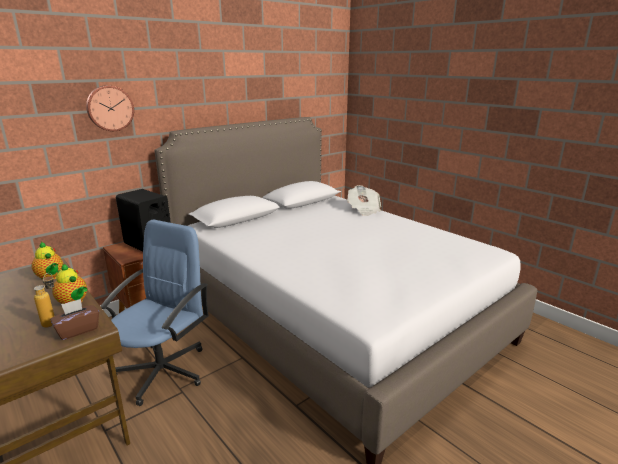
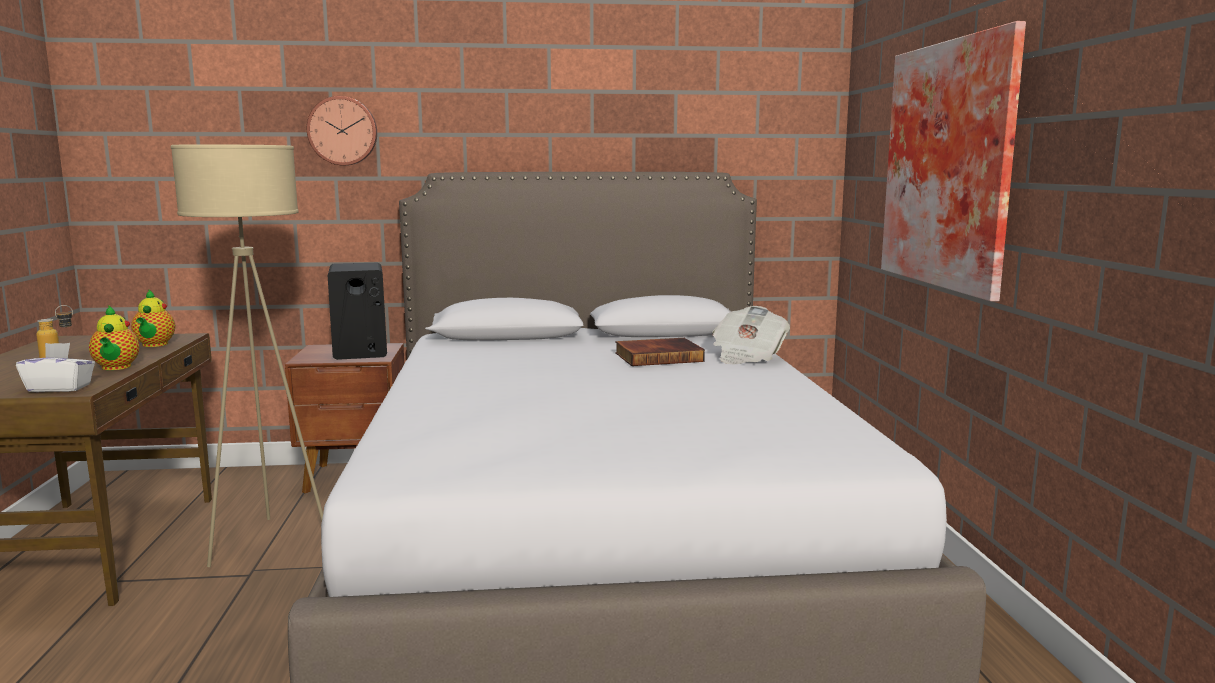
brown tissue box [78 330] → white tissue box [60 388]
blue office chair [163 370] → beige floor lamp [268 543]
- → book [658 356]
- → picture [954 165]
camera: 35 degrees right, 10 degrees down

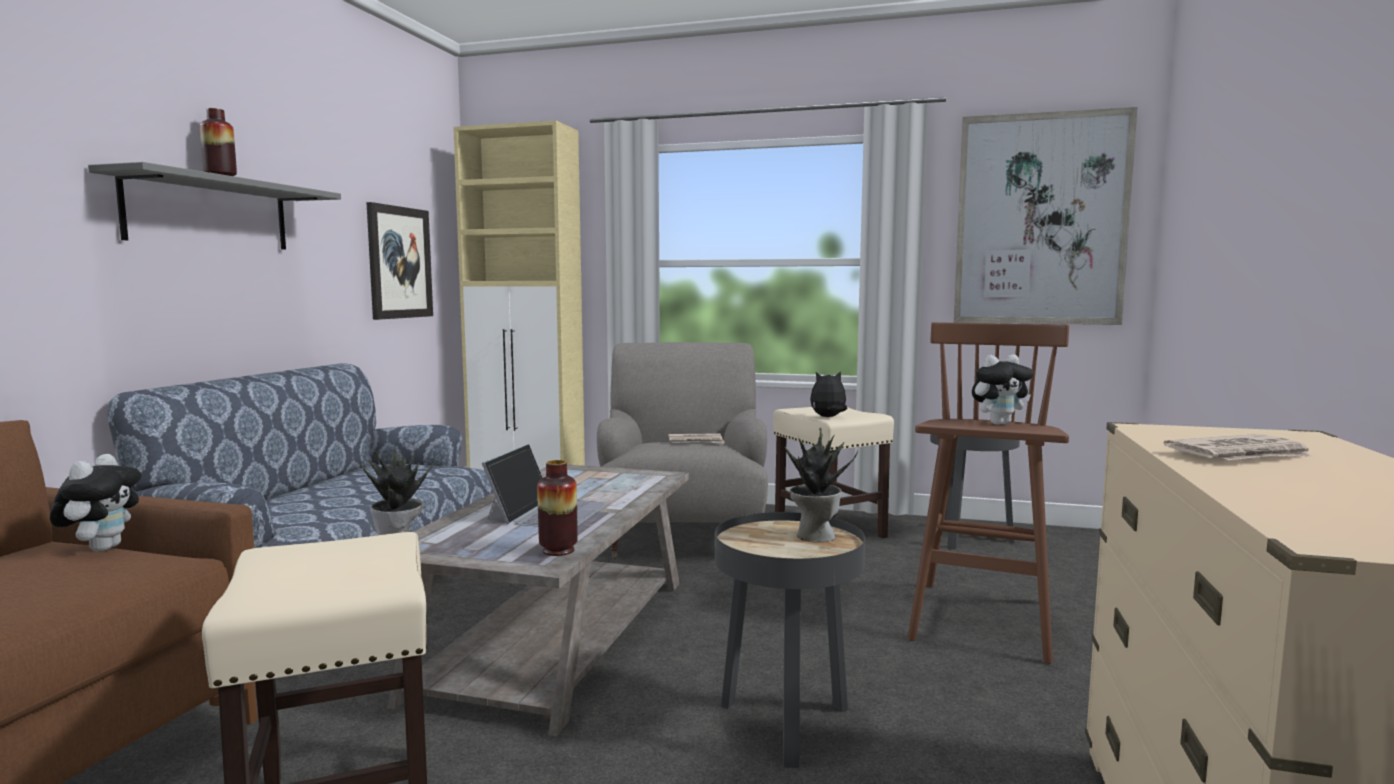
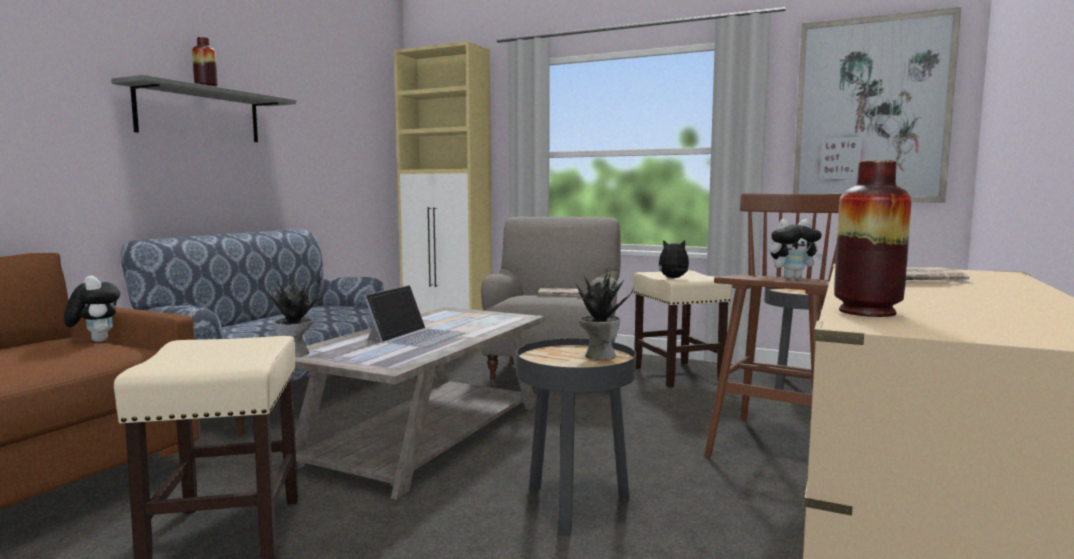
plush toy [102 548] → plush toy [95 341], 45 degrees counterclockwise
vase [558 550] → vase [867 312], shifted
picture [399 262] → -
camera: 10 degrees right, 0 degrees up

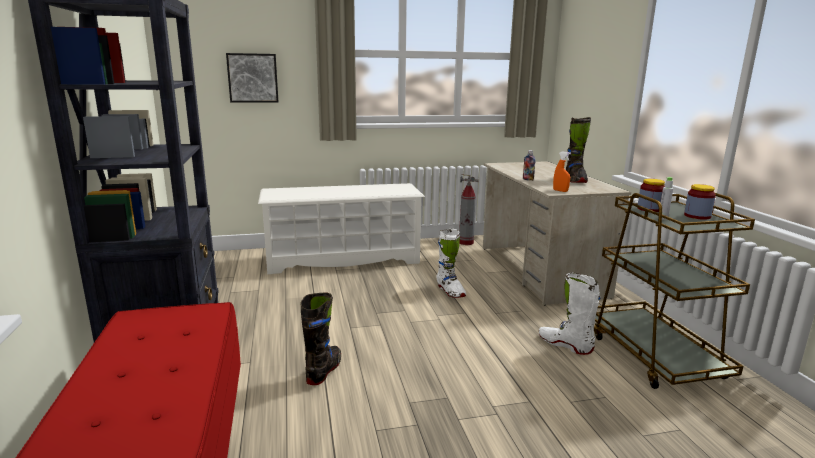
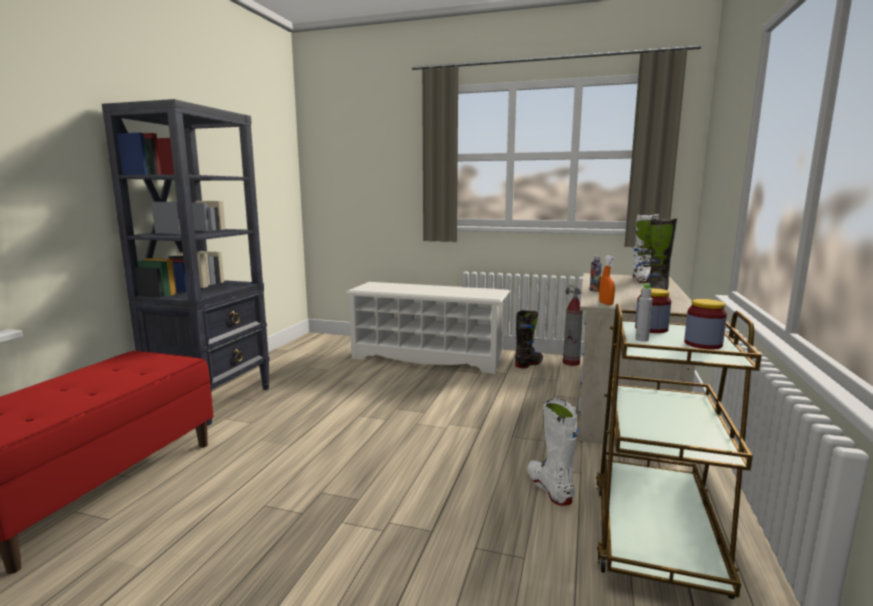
black boot [324 370] → black boot [529 364], shifted
white boot [450 291] → white boot [643 281], shifted
picture [253 78] → -
camera: 30 degrees right, 5 degrees down

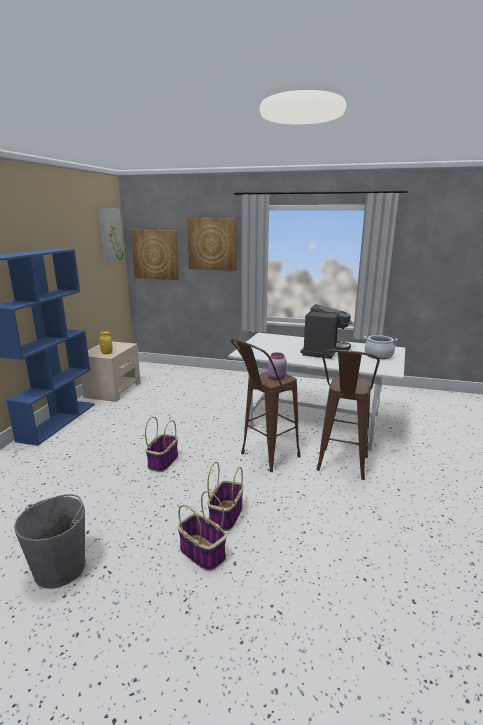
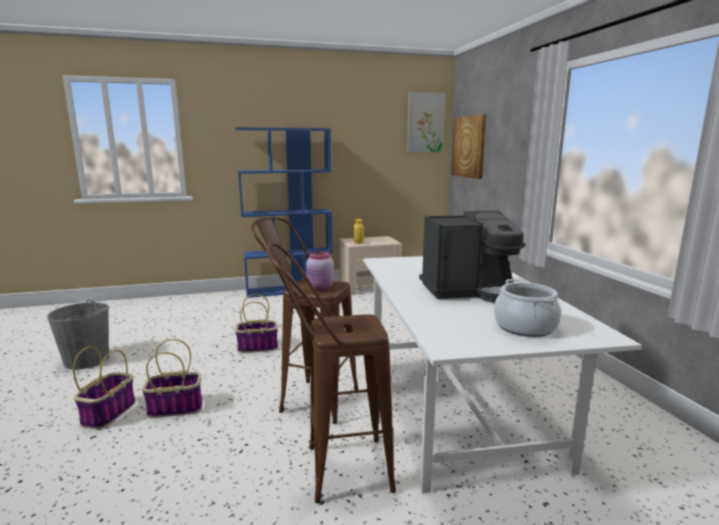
picture [212 244] → -
camera: 60 degrees right, 5 degrees down

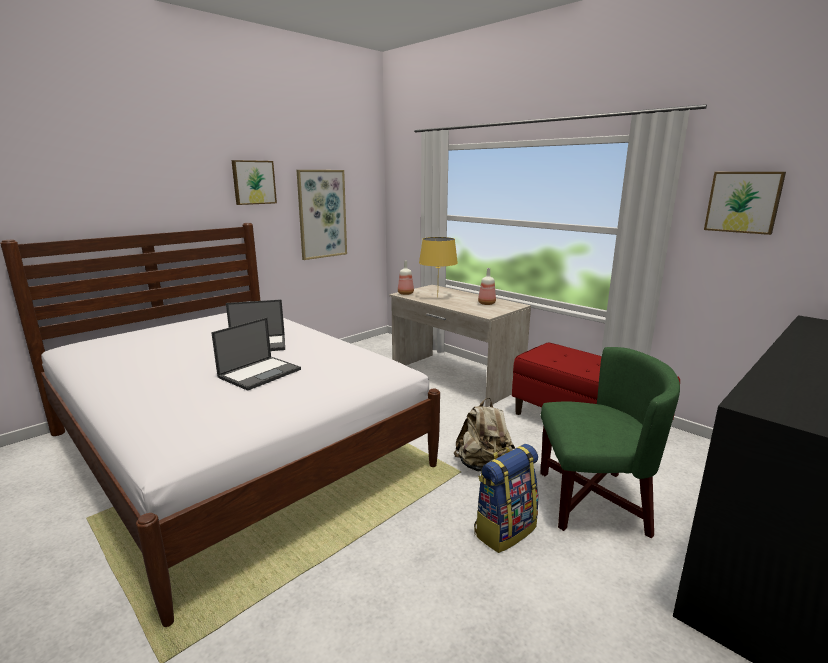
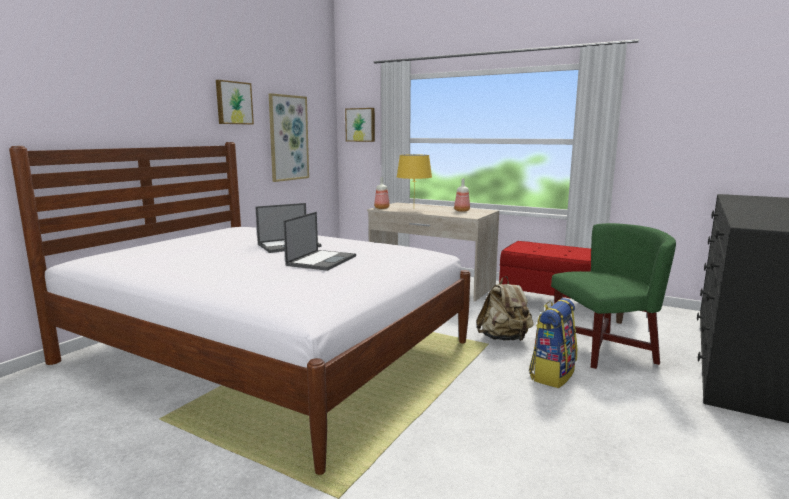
picture [743 202] → picture [361 125], shifted
camera: 15 degrees left, 5 degrees down

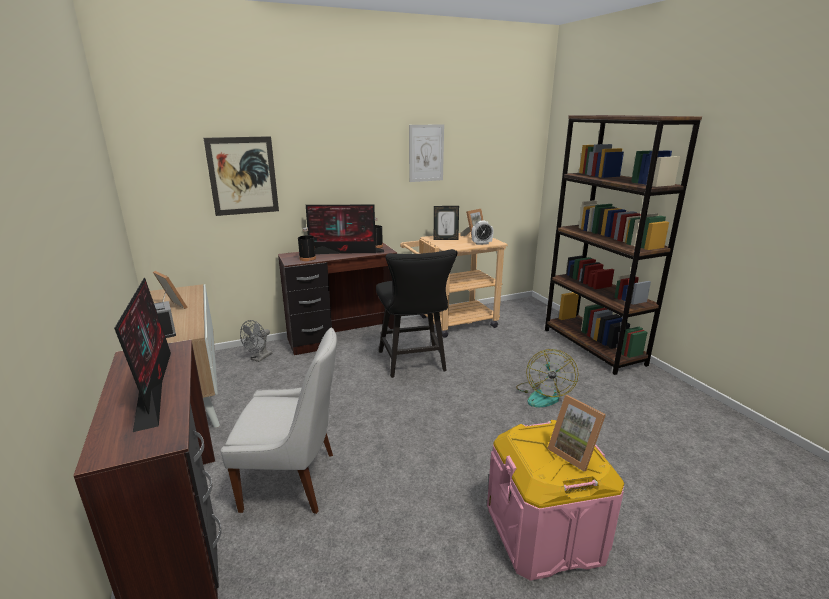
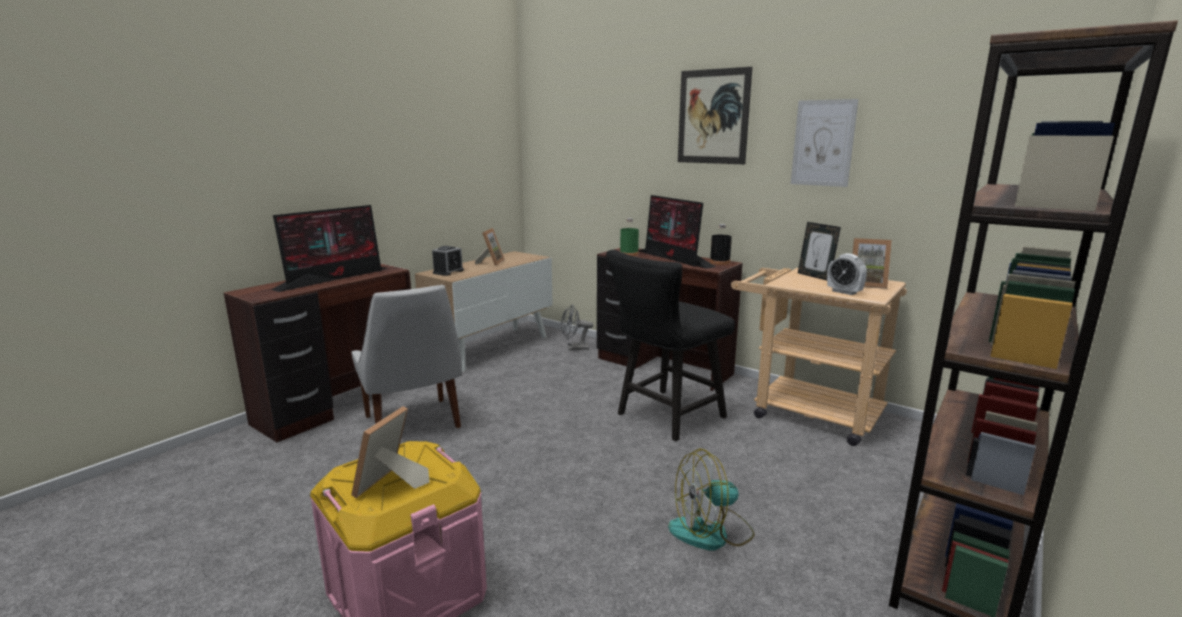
black bottle [307 258] → green bottle [629 254]
picture [243 176] → picture [713 117], shifted
camera: 60 degrees right, 5 degrees down

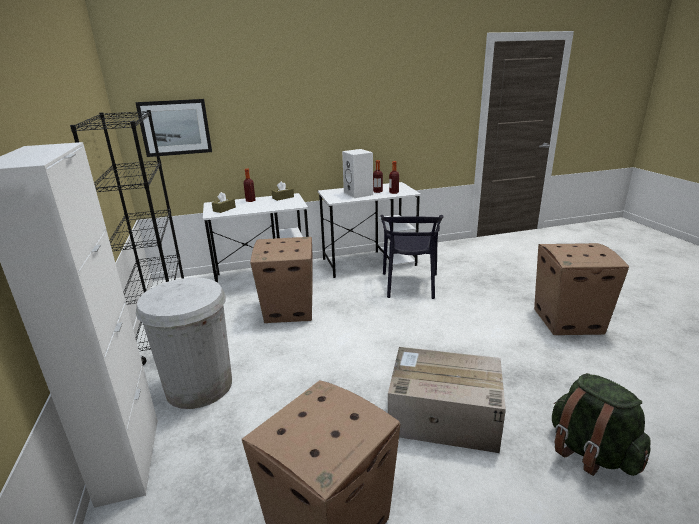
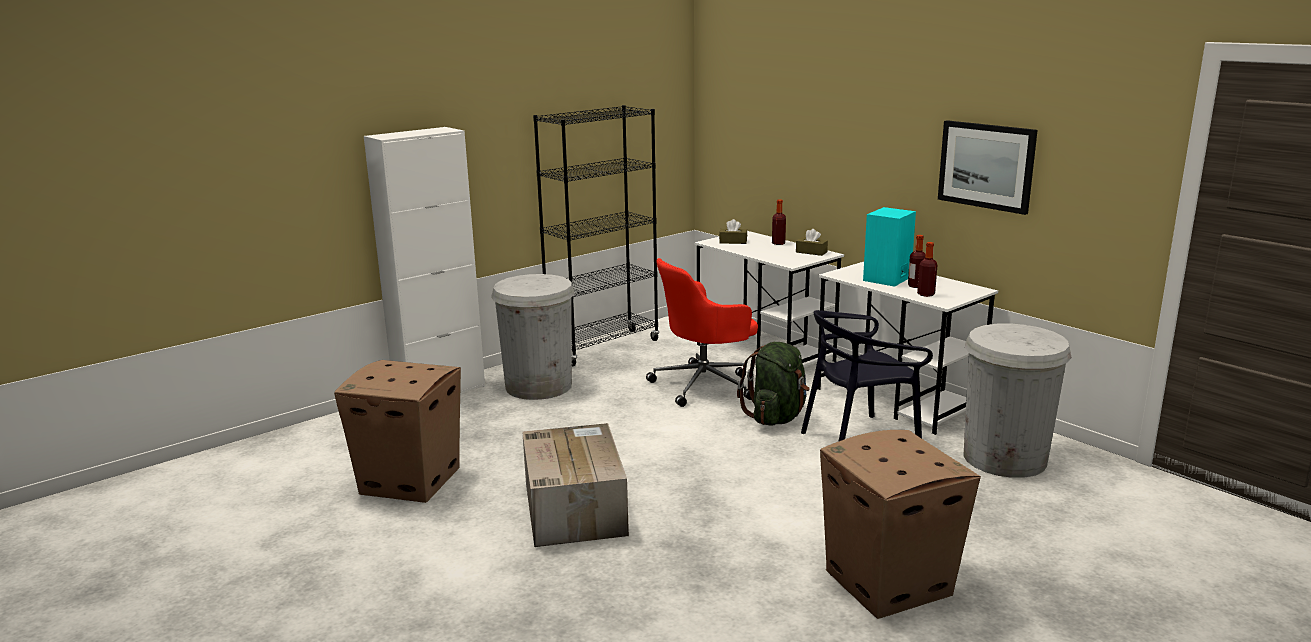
cardboard box [288 310] → red office chair [705 385]
green backpack [590 452] → green backpack [776 417], shifted
white speaker [359 194] → turquoise speaker [887 279]
picture [175 127] → picture [986 166], shifted
- → white trash can [1004 458]
camera: 65 degrees right, 5 degrees down

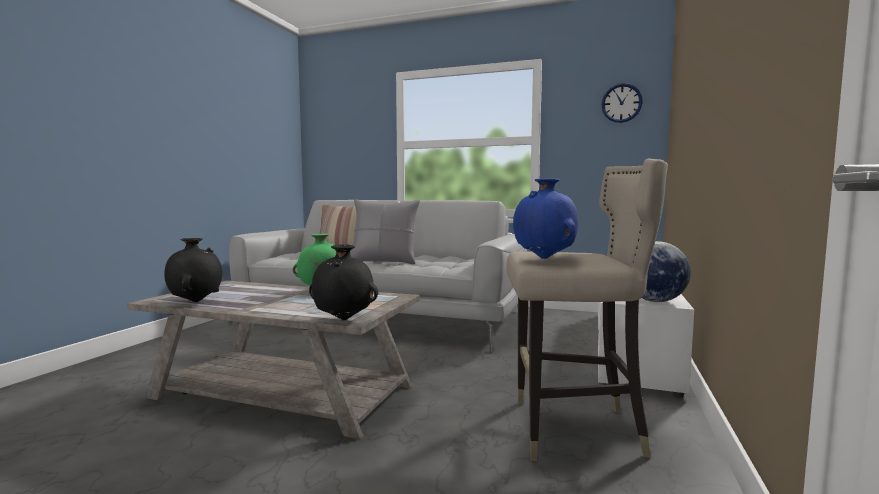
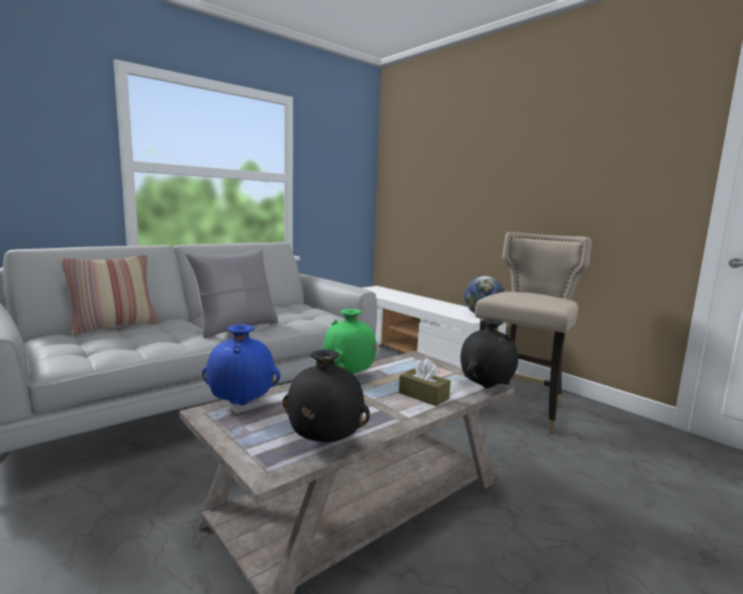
blue vase [544 258] → blue vase [242 403], shifted
- → brown tissue box [423 396]
wall clock [621 103] → -
camera: 60 degrees left, 5 degrees up

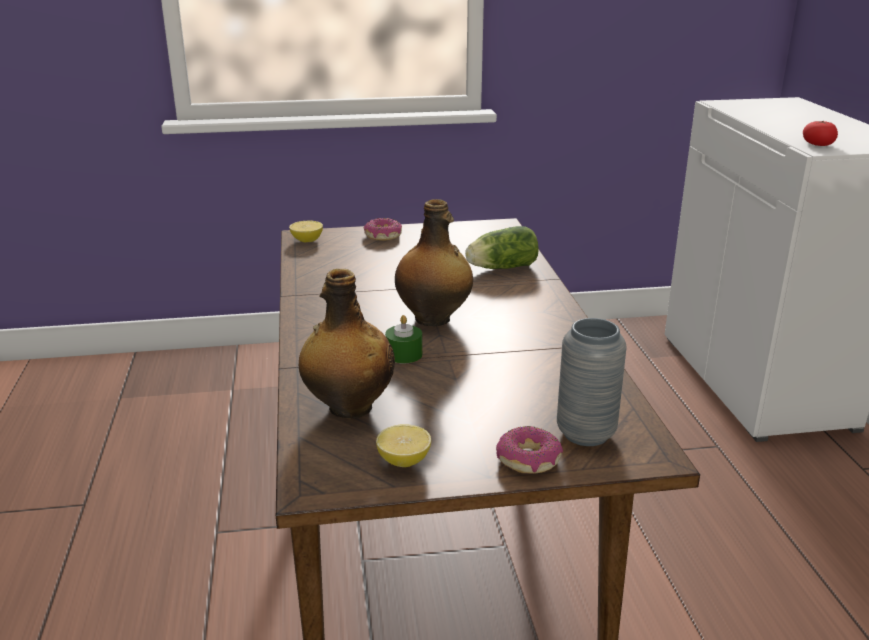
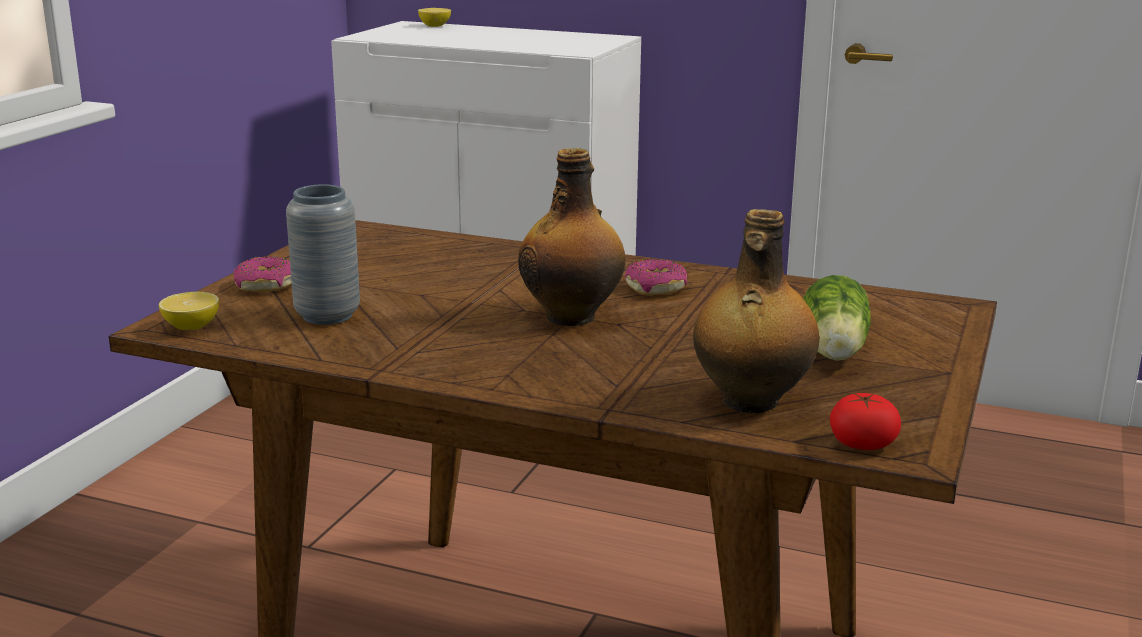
grey vase [585 433] → grey vase [327 316], shifted
lemon [404 461] → lemon [435 26], shifted
donut [529 460] → donut [656 288], shifted
lettuce [500 268] → lettuce [833 353], shifted
tomato [818 144] → tomato [862 444], shifted
green candle [404 354] → -
camera: 60 degrees left, 5 degrees down

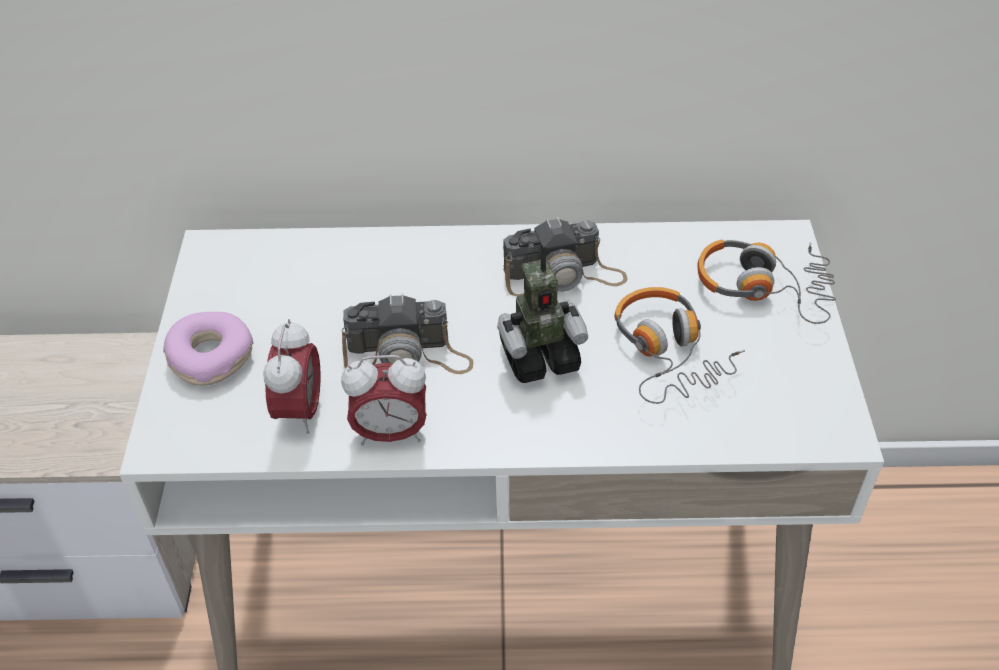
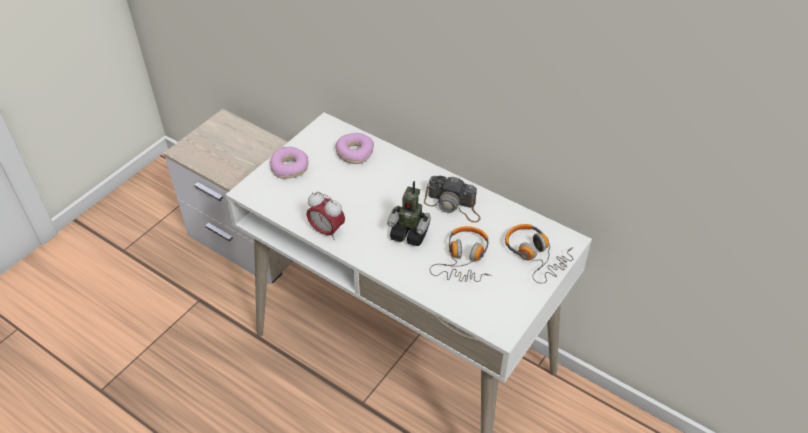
- → donut [354 153]
alarm clock [300 411] → -
photo camera [408 354] → -
camera: 35 degrees right, 0 degrees up

